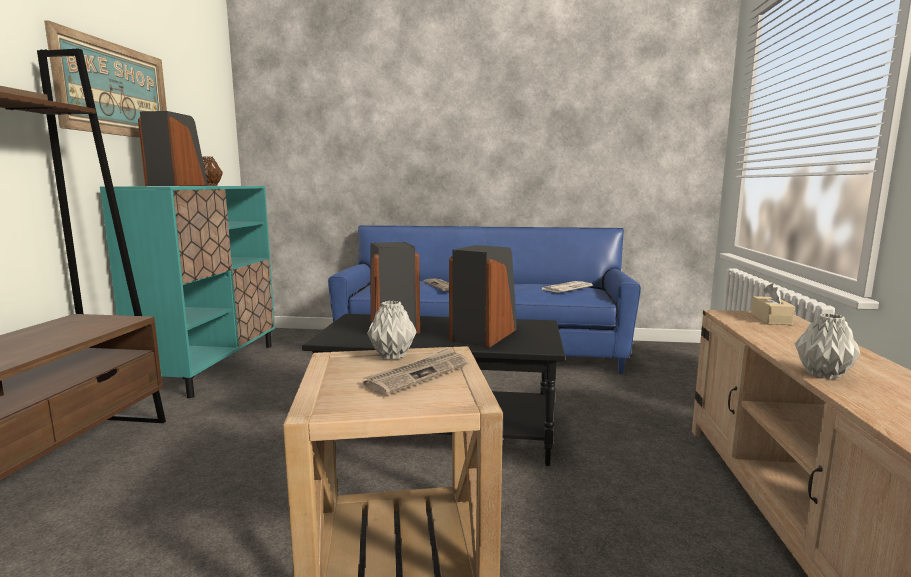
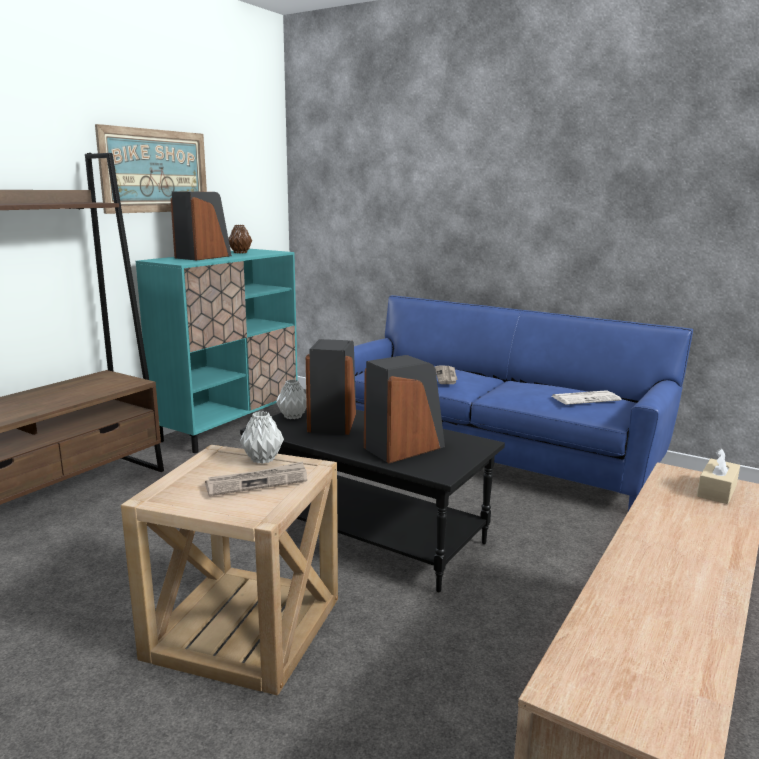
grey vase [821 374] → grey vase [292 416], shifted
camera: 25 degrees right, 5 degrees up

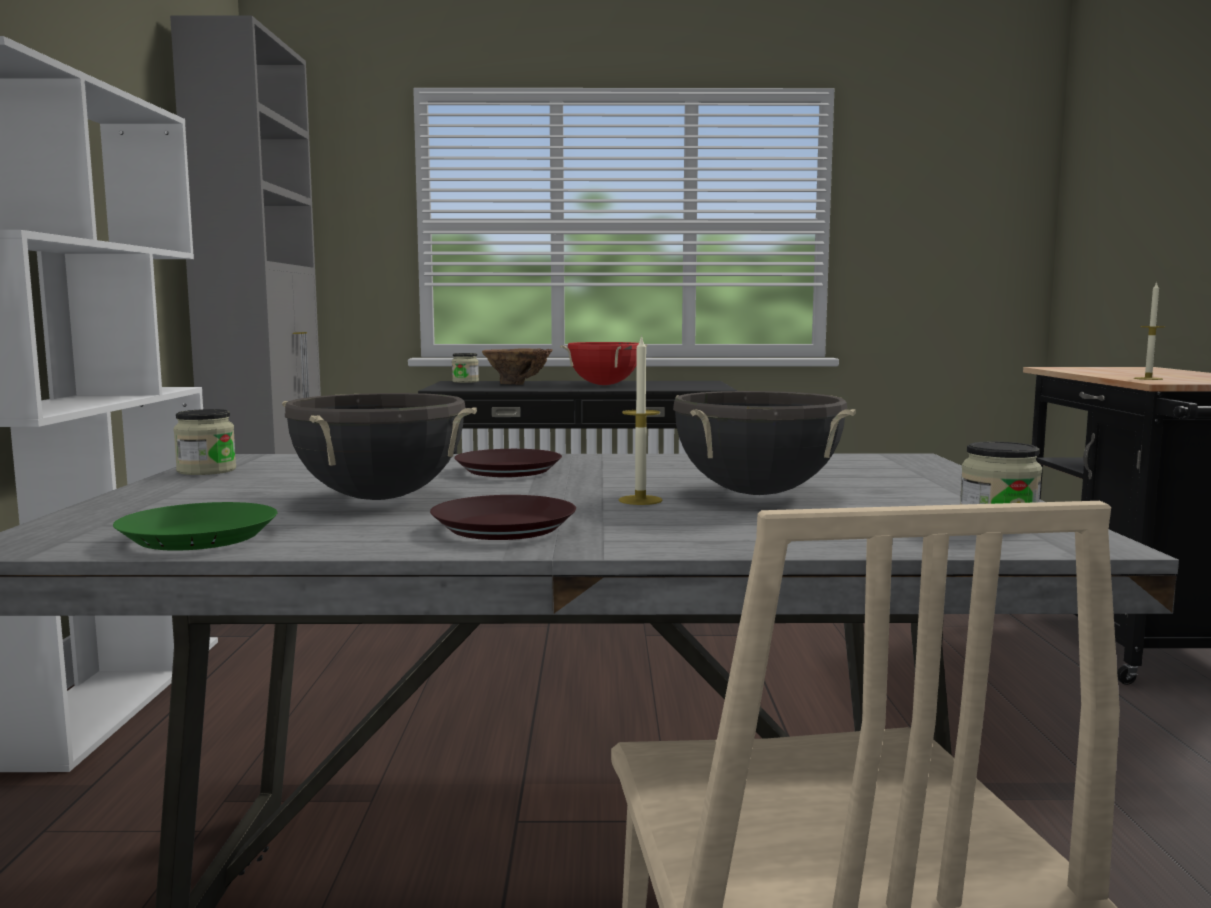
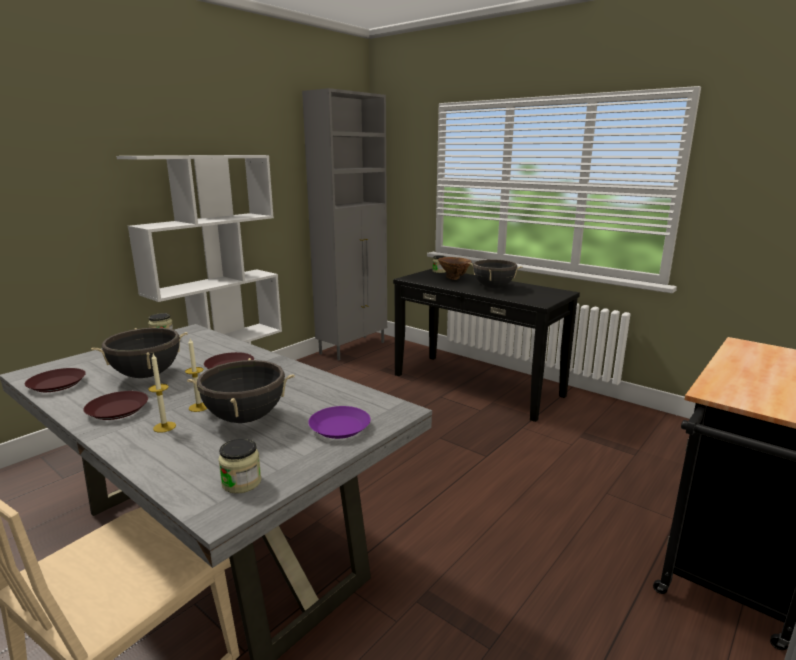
green plate [200 537] → brown plate [57 384]
candle [1148 378] → candle [164 427], shifted
- → purple plate [339 427]
red cooking pot [604 385] → black cooking pot [493 287]
camera: 40 degrees right, 10 degrees up

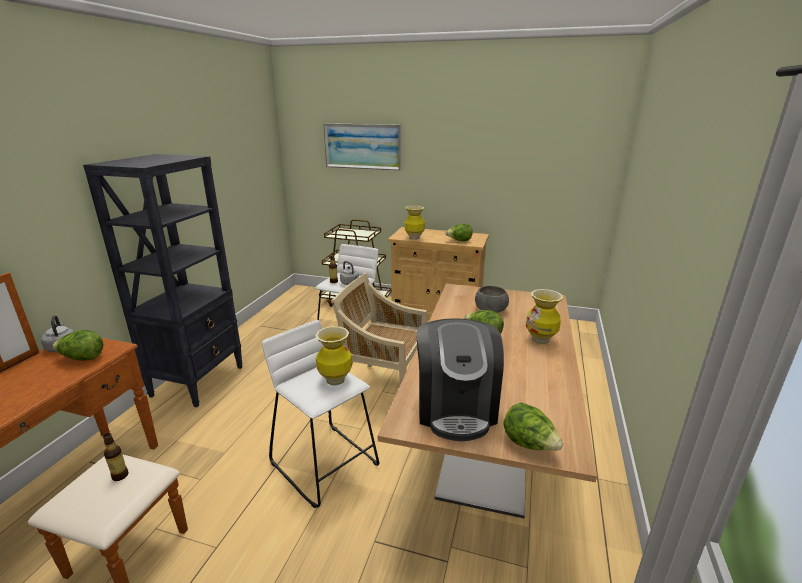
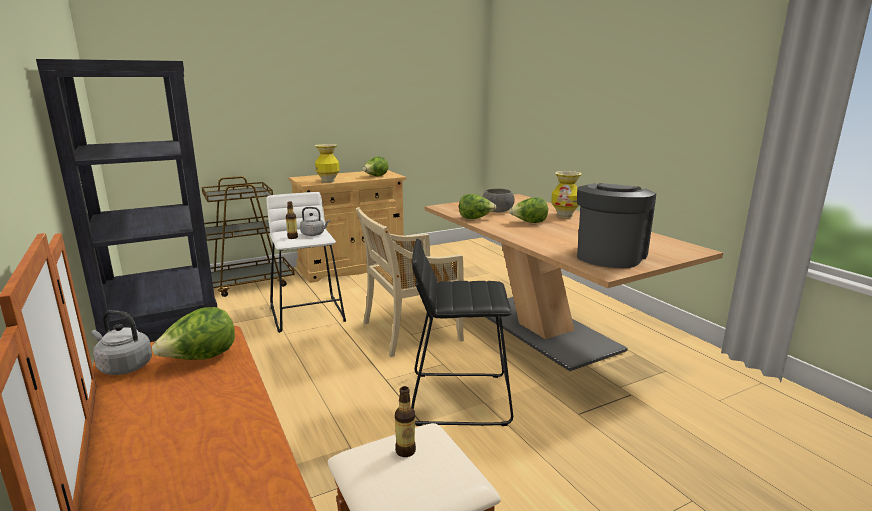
white stool [325 463] → black stool [459 398]
lettuce [529 444] → lettuce [475 218], shifted
coffee machine [456 408] → coffee machine [610 255], 105 degrees counterclockwise
vase [335 380] → -
picture [362 146] → -
camera: 45 degrees left, 5 degrees down

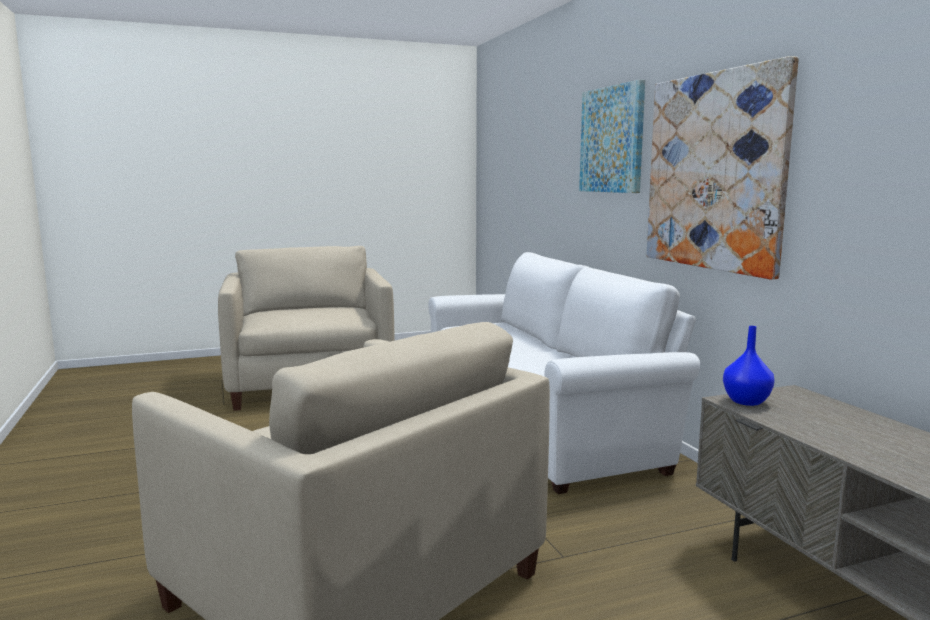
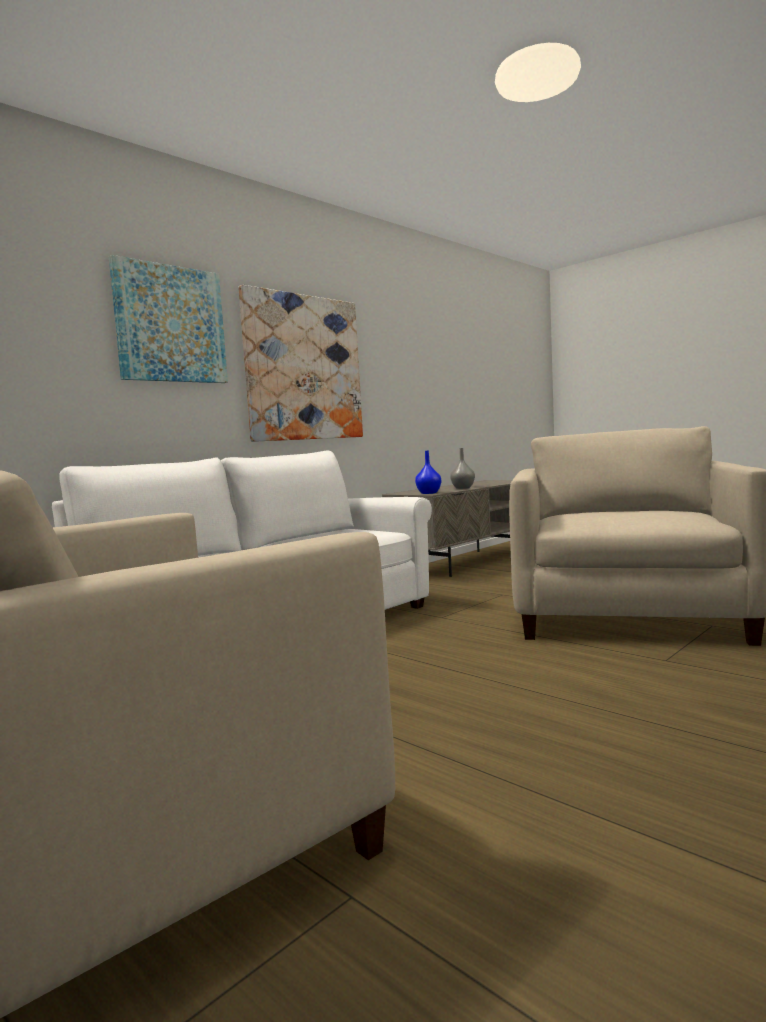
- → grey vase [463 488]
camera: 115 degrees left, 5 degrees down

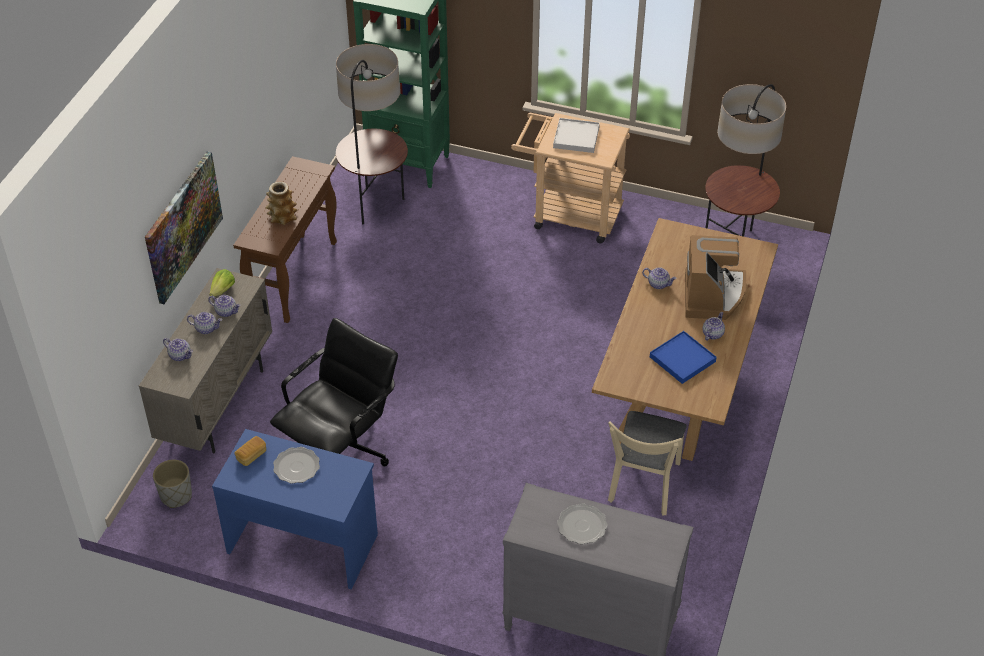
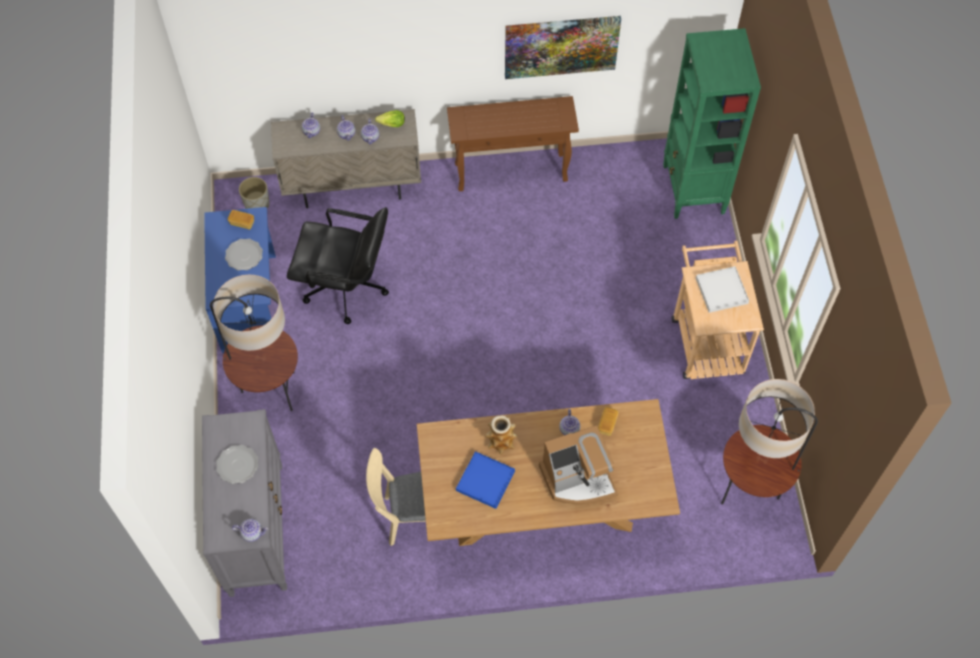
floor lamp [375 206] → floor lamp [270 391], shifted
teapot [712 334] → teapot [252 532], shifted
vase [282 217] → vase [501 440], shifted
picture [183 226] → picture [561 46], shifted
- → bread [607 424]
camera: 65 degrees right, 15 degrees up

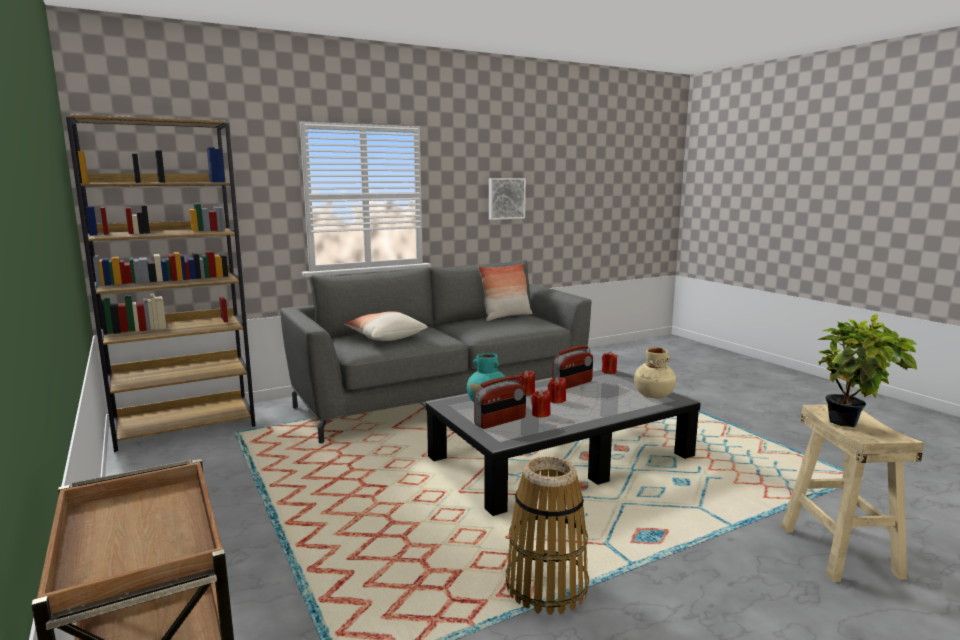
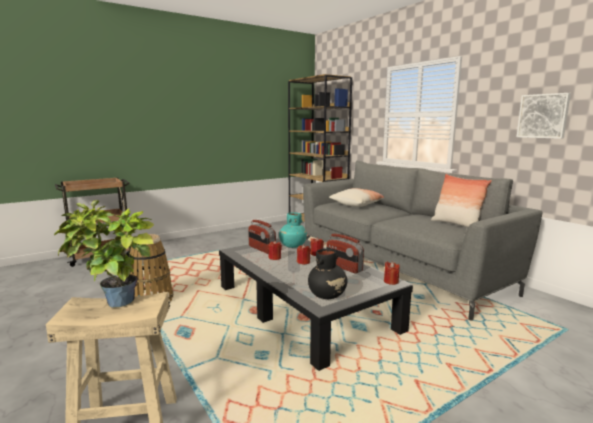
beige vase [653 395] → black vase [327 295]
camera: 85 degrees right, 0 degrees up

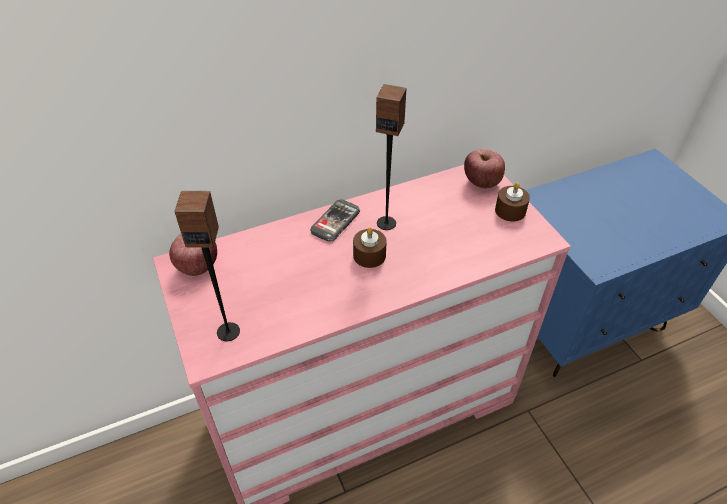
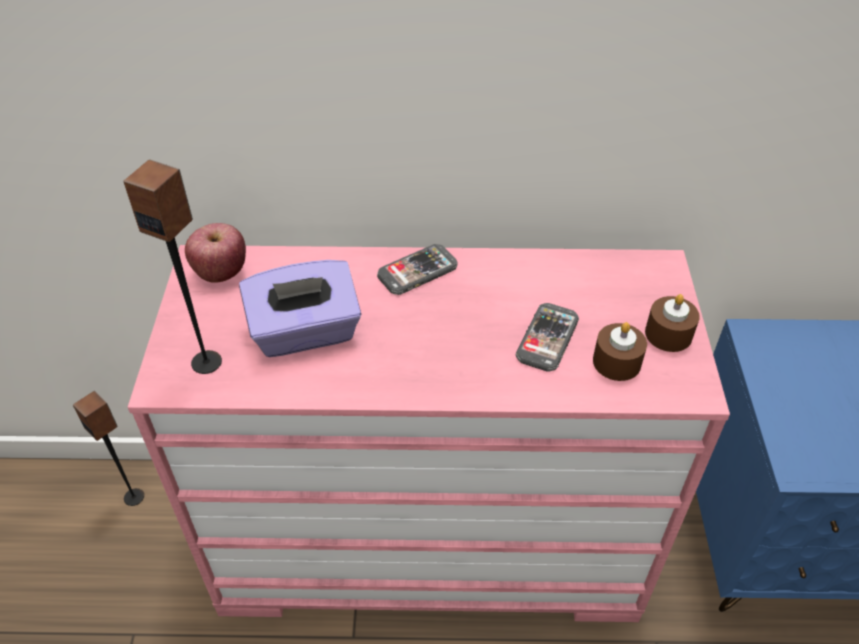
speaker [386 223] → speaker [134 497], shifted
- → purple tissue box [305 333]
- → phone [547 338]
brown candle [369 255] → brown candle [616 362], shifted
apple [482 182] → -
camera: 25 degrees right, 0 degrees up

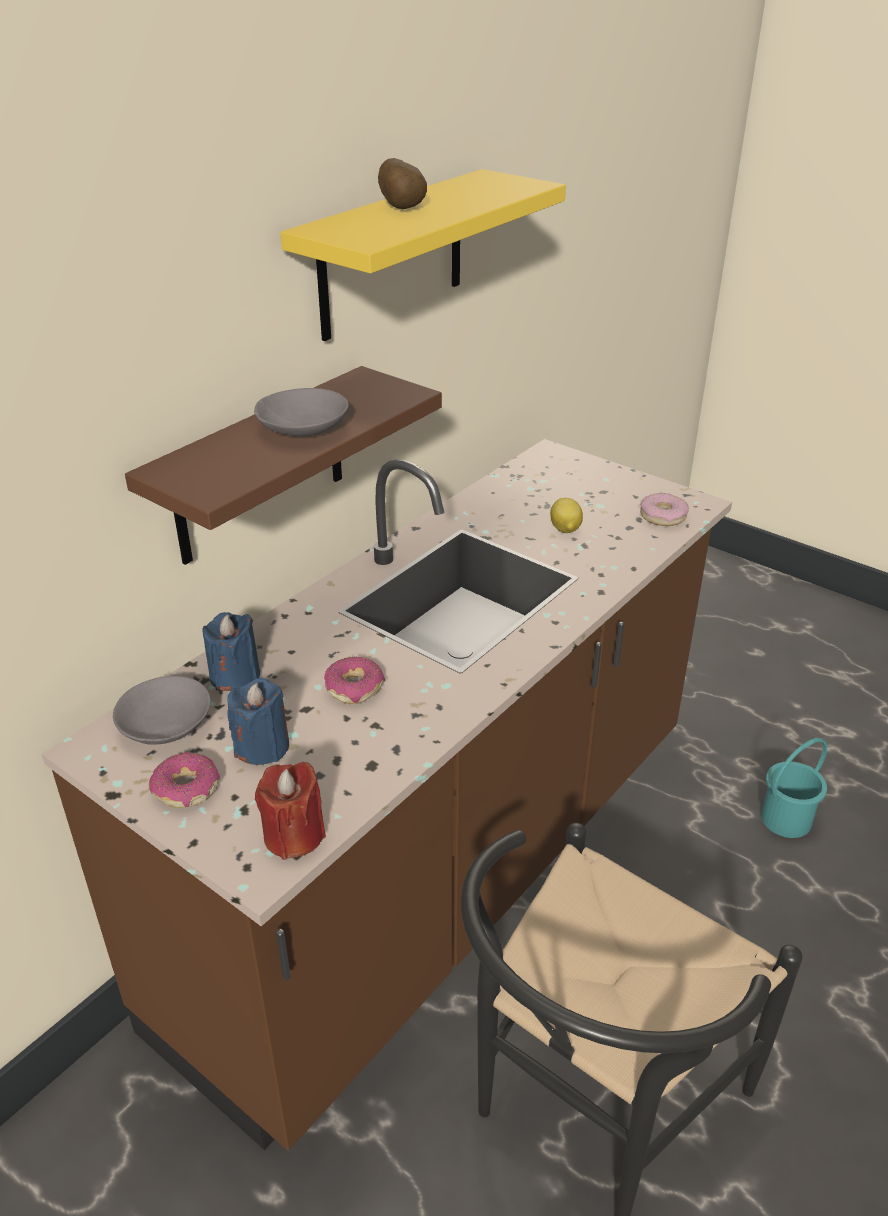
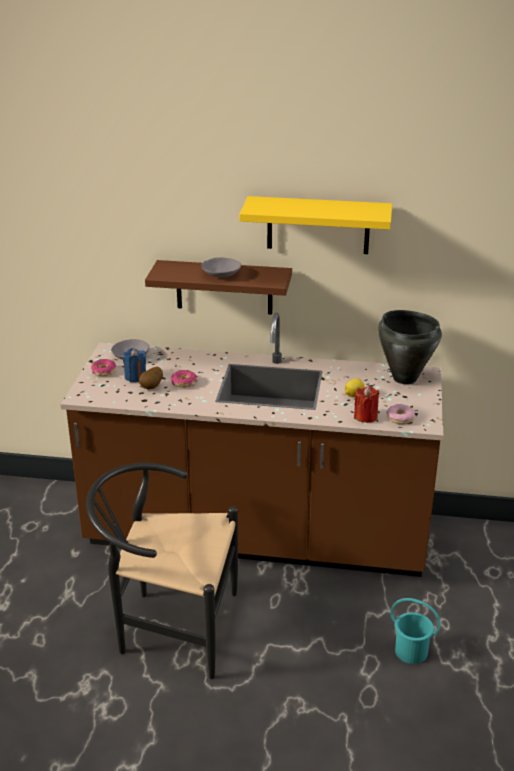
potato [403 207] → potato [152 387], shifted
red candle [294 835] → red candle [365 416], shifted
- → black cooking pot [404 378]
blue candle [235 676] → -
camera: 60 degrees right, 5 degrees down

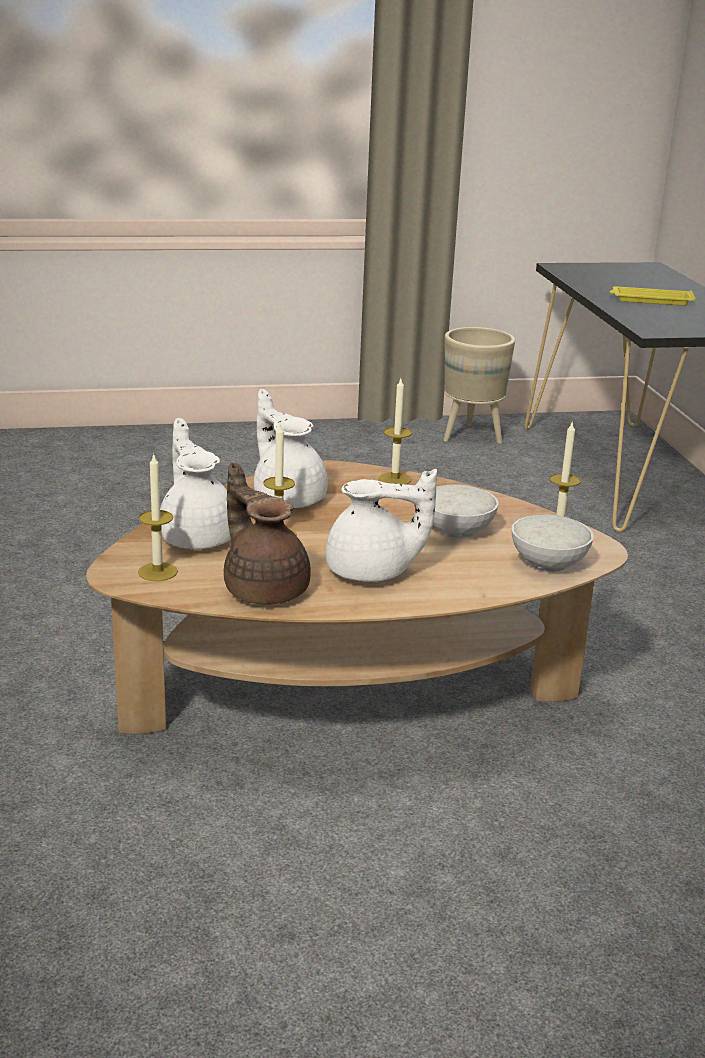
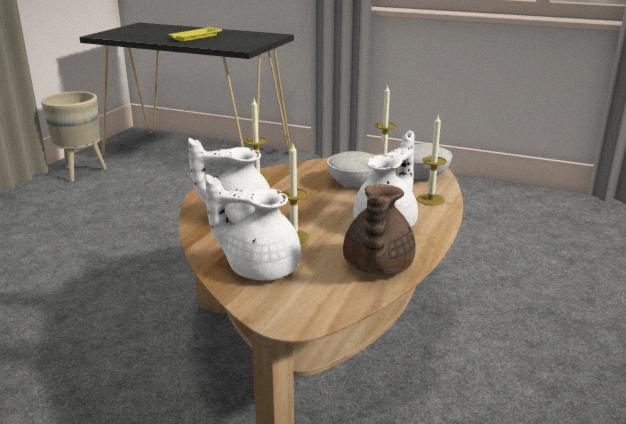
brown teapot [264 589] → brown teapot [376 266], 75 degrees counterclockwise
candle [157 572] → candle [431 199], shifted
camera: 55 degrees left, 0 degrees up

